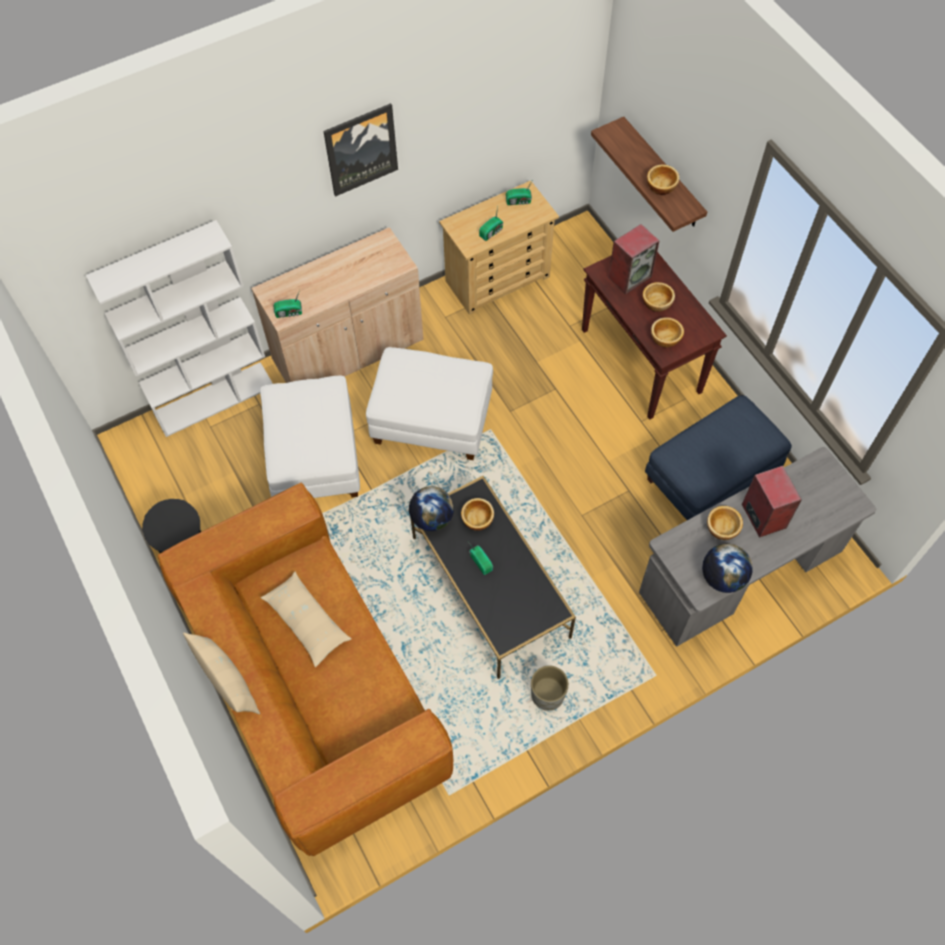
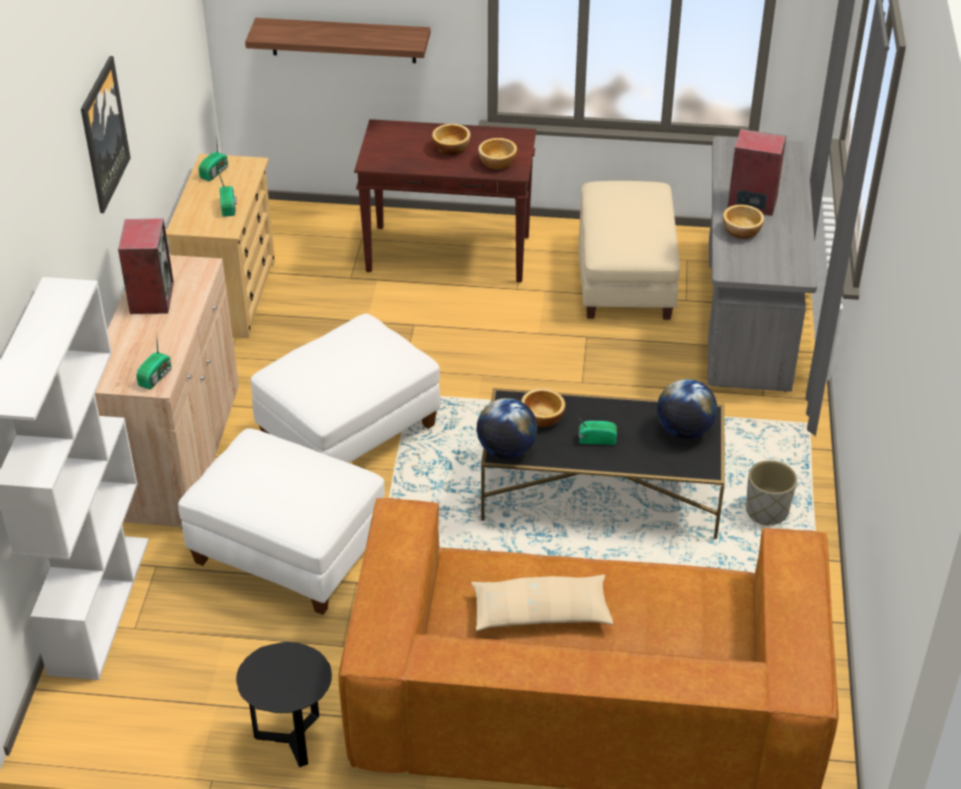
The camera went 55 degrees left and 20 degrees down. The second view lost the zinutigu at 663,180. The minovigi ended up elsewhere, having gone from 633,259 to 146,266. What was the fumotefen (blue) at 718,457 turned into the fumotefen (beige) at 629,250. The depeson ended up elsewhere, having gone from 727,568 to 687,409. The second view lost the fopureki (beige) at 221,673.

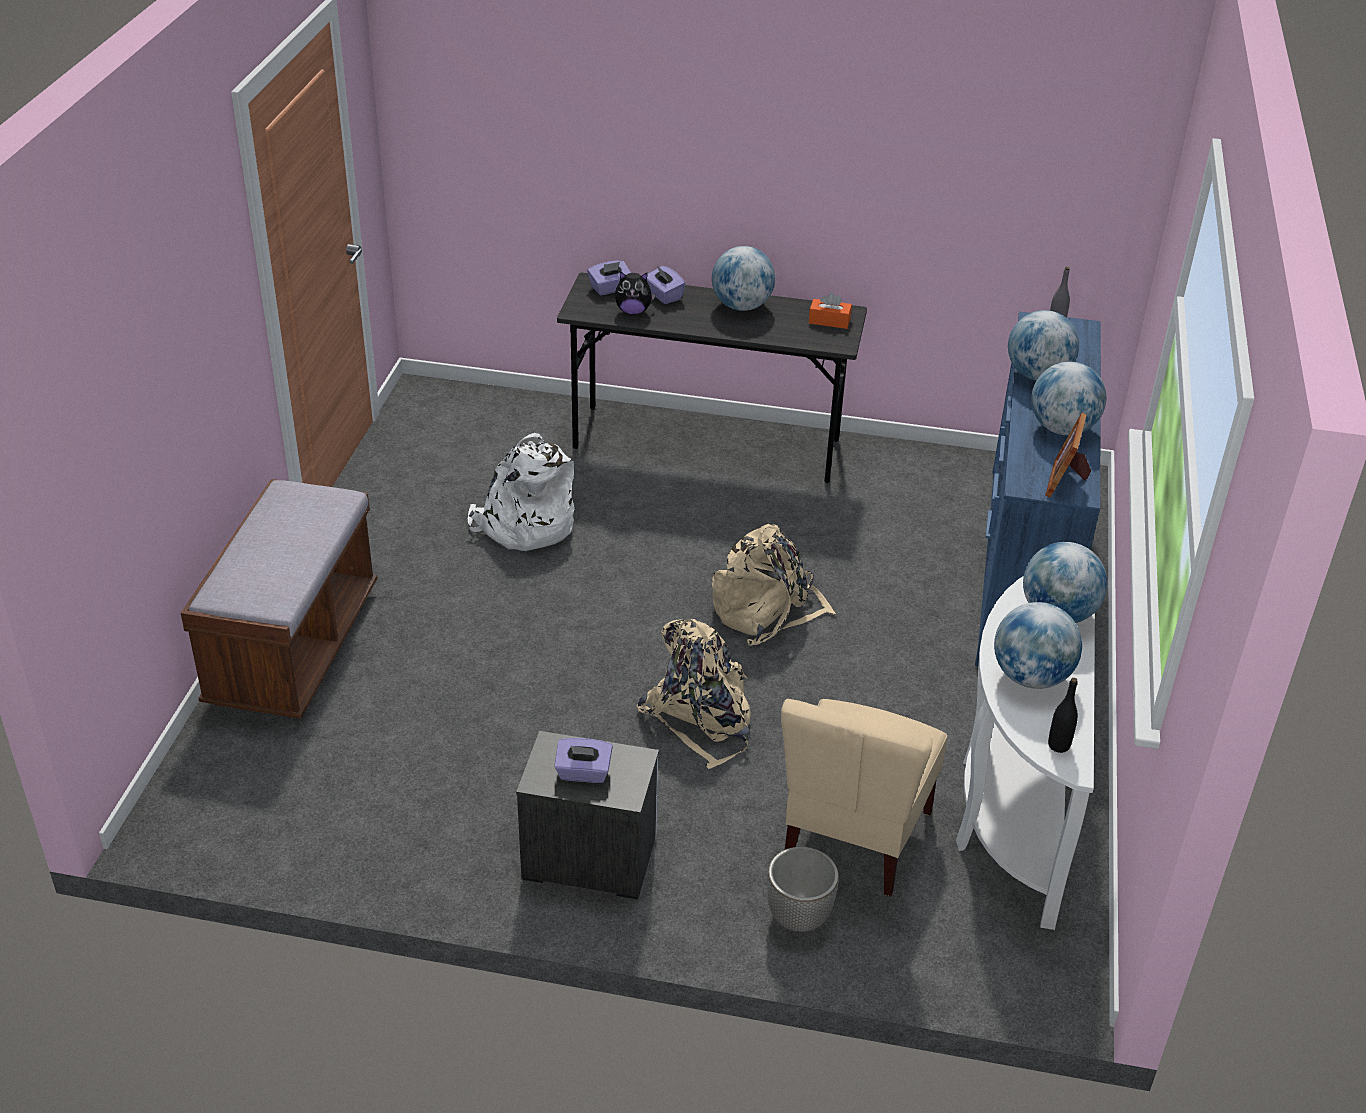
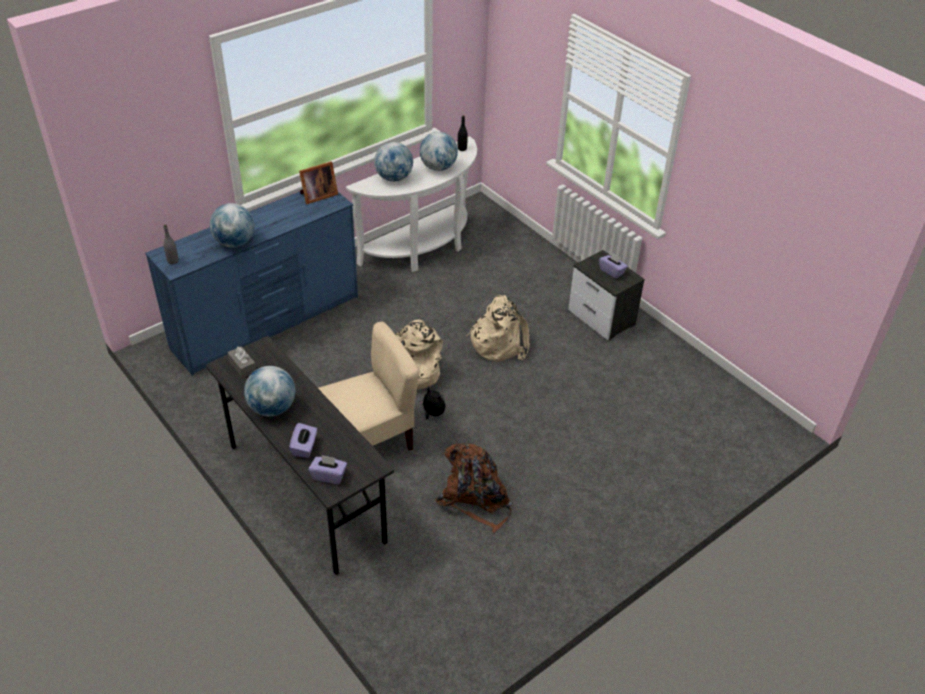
The camera went 140 degrees left and 5 degrees up. The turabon ended up elsewhere, having gone from 635,293 to 432,403. What was the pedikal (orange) at 830,310 turned into the pedikal (grey) at 241,362. The second view lost the depeson at 1068,398. What was the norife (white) at 521,492 turned into the norife (brown) at 474,488. The second view lost the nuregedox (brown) at 279,599. The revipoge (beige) ended up elsewhere, having gone from 864,797 to 368,386. The second view lost the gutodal at 803,889.

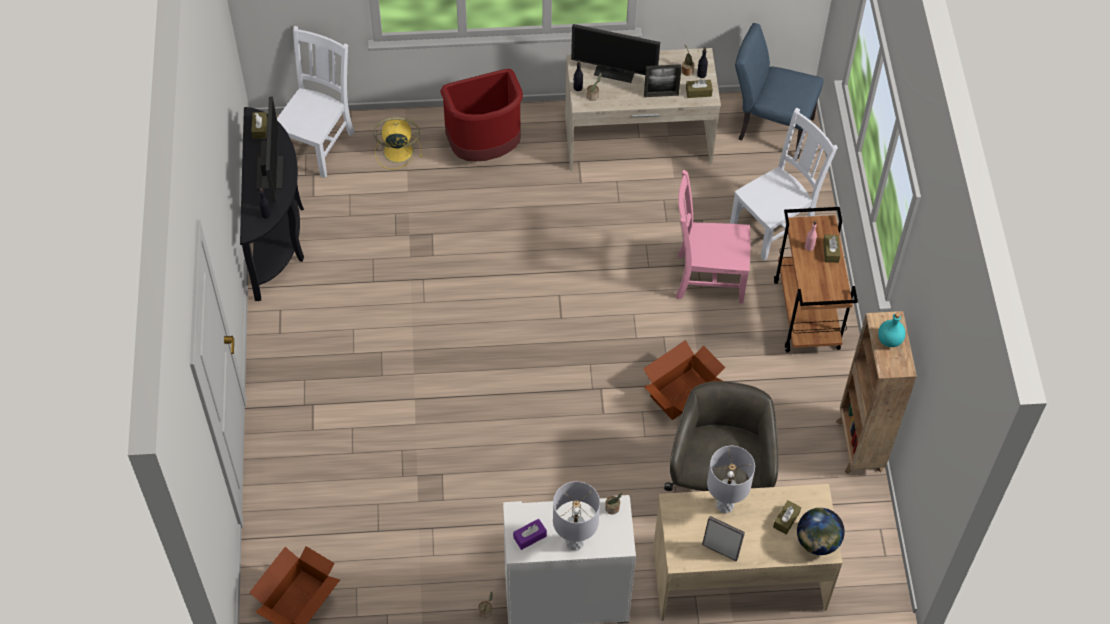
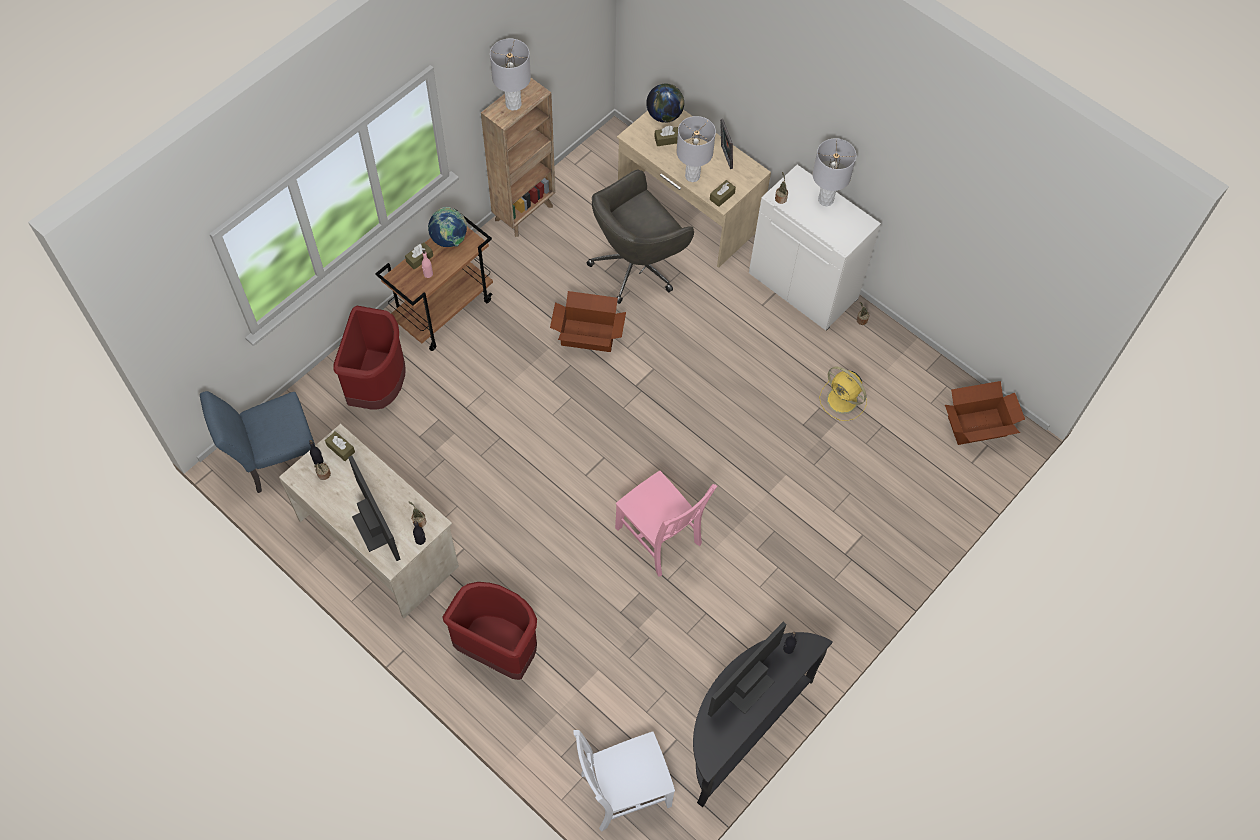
The camera went 135 degrees left and 5 degrees up. The revipoge (blue) at 779,91 ended up facing another way, 90 degrees clockwise from before. The second view lost the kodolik at 663,80. Where the revipoge (white) stood at 784,184, the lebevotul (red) came to stand at 369,357. The pedikal (brown) ended up elsewhere, having gone from 259,125 to 723,193. The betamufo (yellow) ended up elsewhere, having gone from 398,143 to 843,394. The revipoge (pink) ended up elsewhere, having gone from 713,237 to 666,524. Where the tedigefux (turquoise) stood at 892,330, the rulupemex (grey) came to stand at 510,75. The second view lost the pedikal (purple) at 530,534. The second view gained the depeson at 447,227.

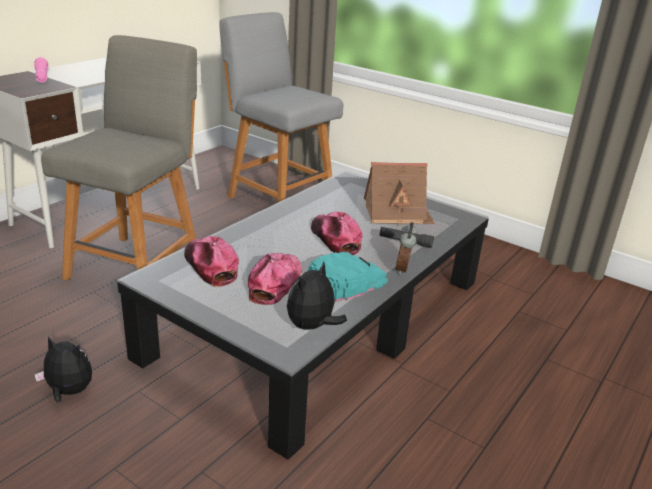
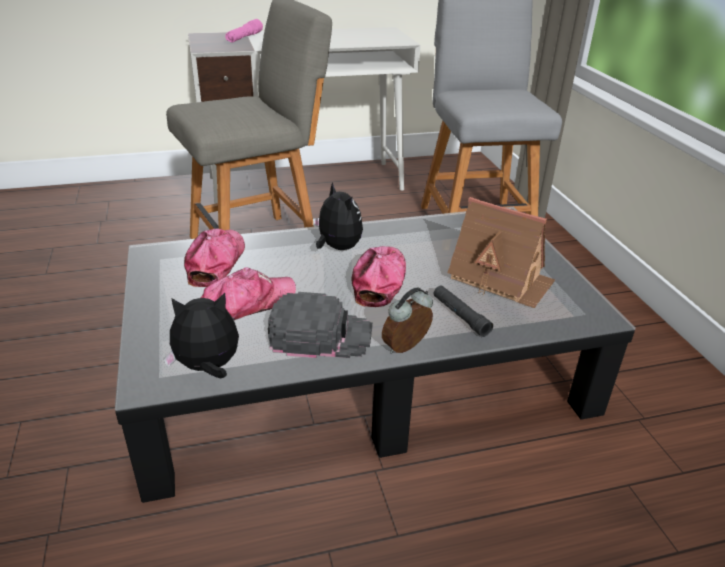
The camera went 40 degrees right and 5 degrees up. What was the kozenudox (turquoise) at 348,277 turned into the kozenudox (black) at 320,325. The turabon ended up elsewhere, having gone from 63,369 to 338,216.

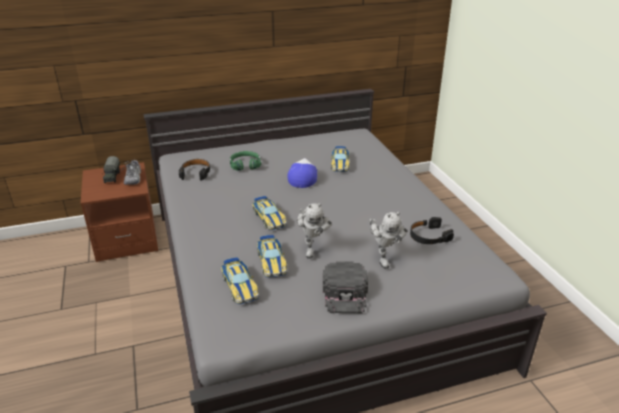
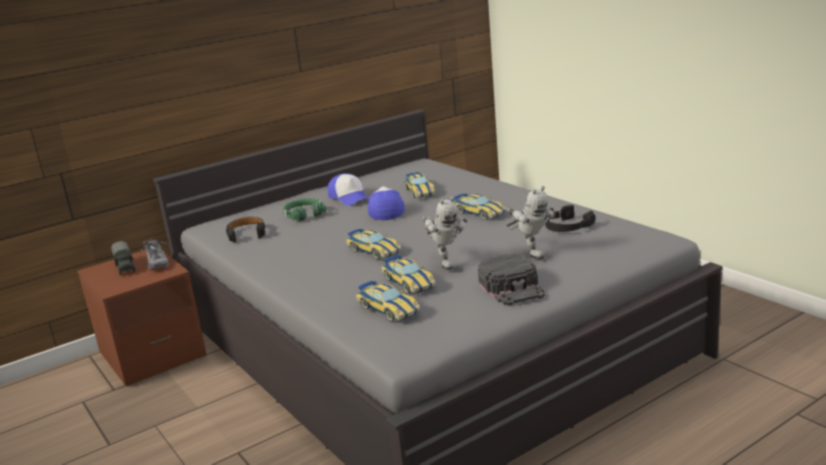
The camera went 15 degrees left and 10 degrees down. The second view gained the kozenudox at 348,190. The second view gained the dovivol at 480,207.

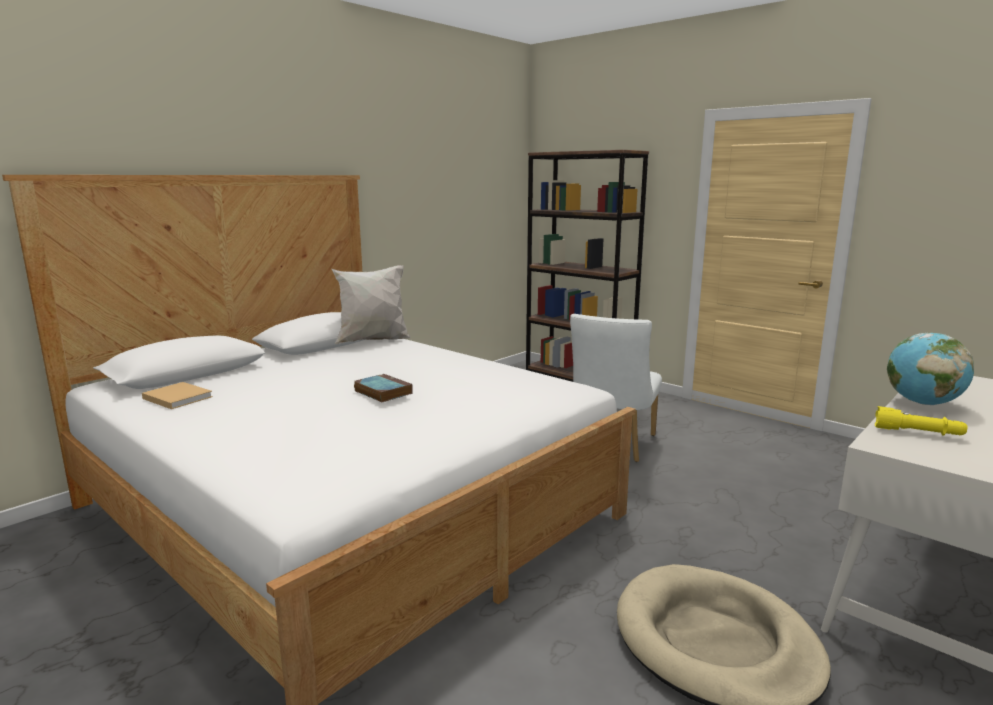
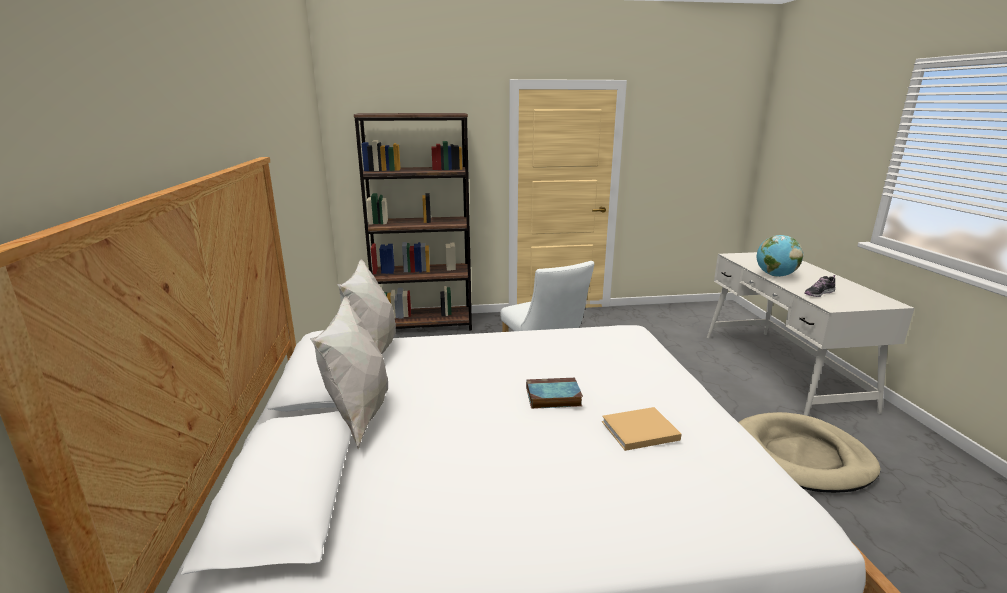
The camera went 50 degrees left and 5 degrees up. The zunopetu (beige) ended up elsewhere, having gone from 177,395 to 641,429. Where the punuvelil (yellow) stood at 921,421, the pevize came to stand at 819,286. The second view gained the fopureki (white) at 349,373.

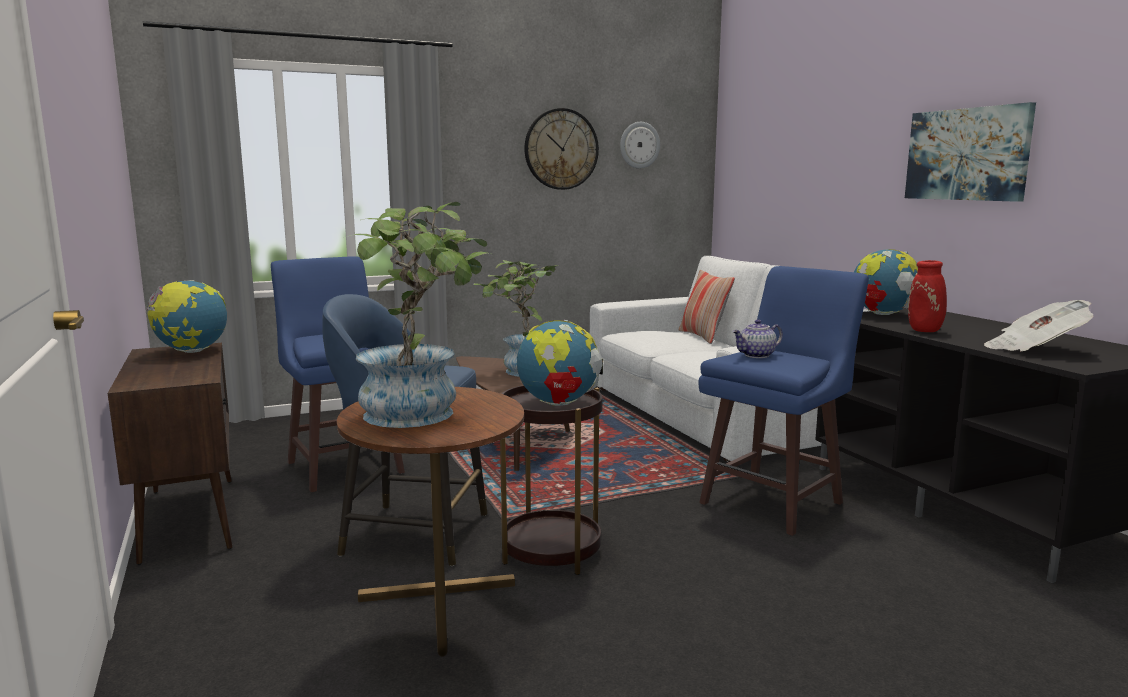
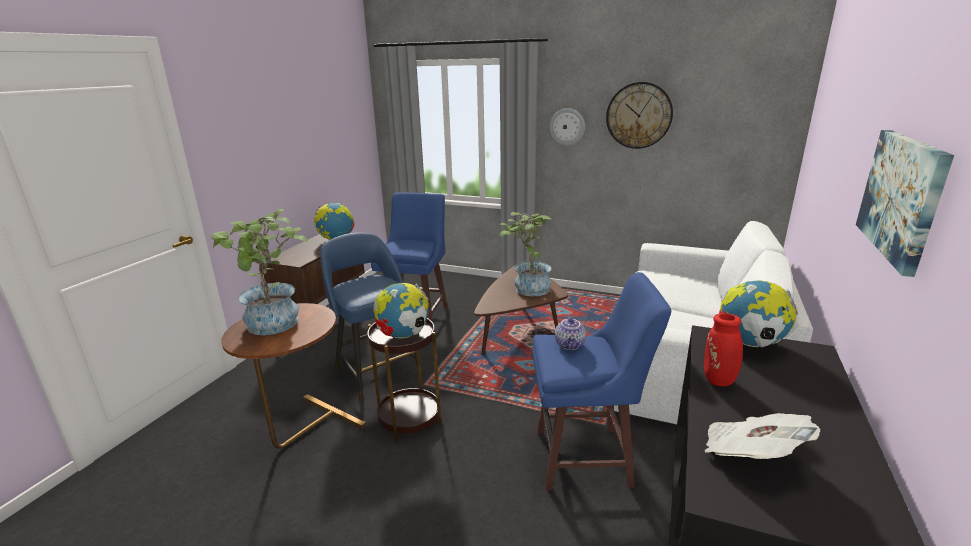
The camera went 45 degrees right and 10 degrees up. The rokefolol ended up elsewhere, having gone from 640,145 to 567,127. The second view lost the fopureki at 707,307. The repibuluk at 757,339 ended up facing another way, 105 degrees counterclockwise from before.

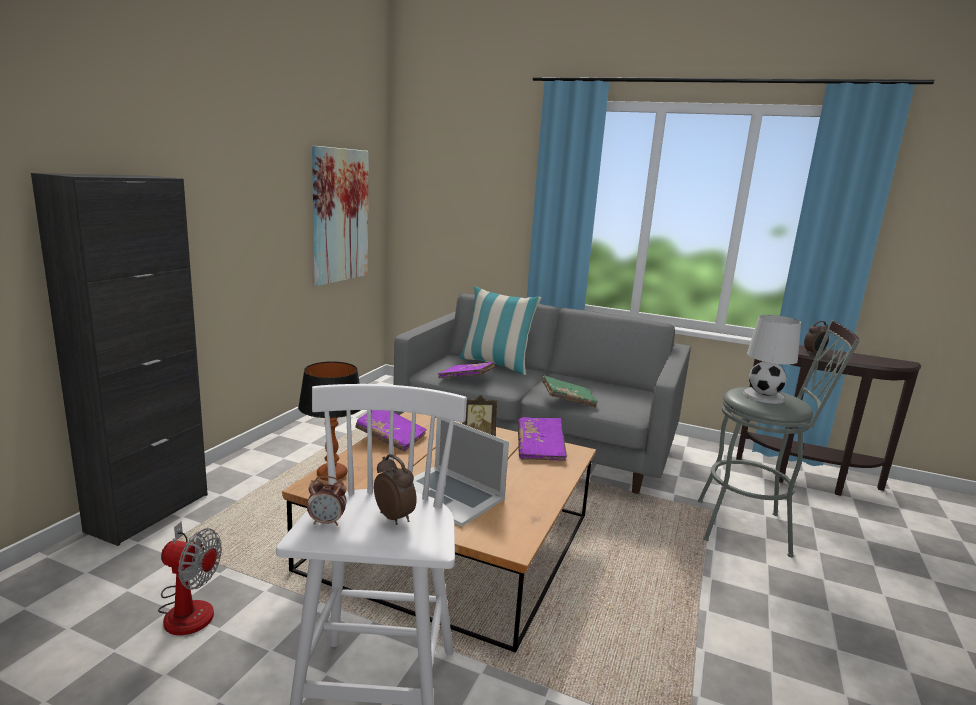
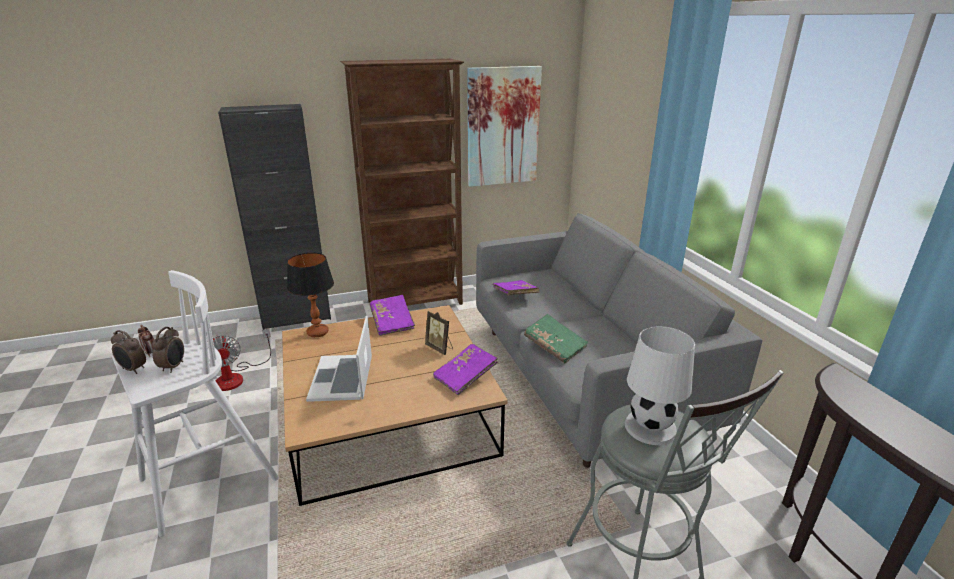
The camera went 50 degrees right and 10 degrees up. The second view lost the fopureki at 500,331. The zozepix ended up elsewhere, having gone from 816,338 to 128,352. The second view gained the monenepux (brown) at 402,182.

